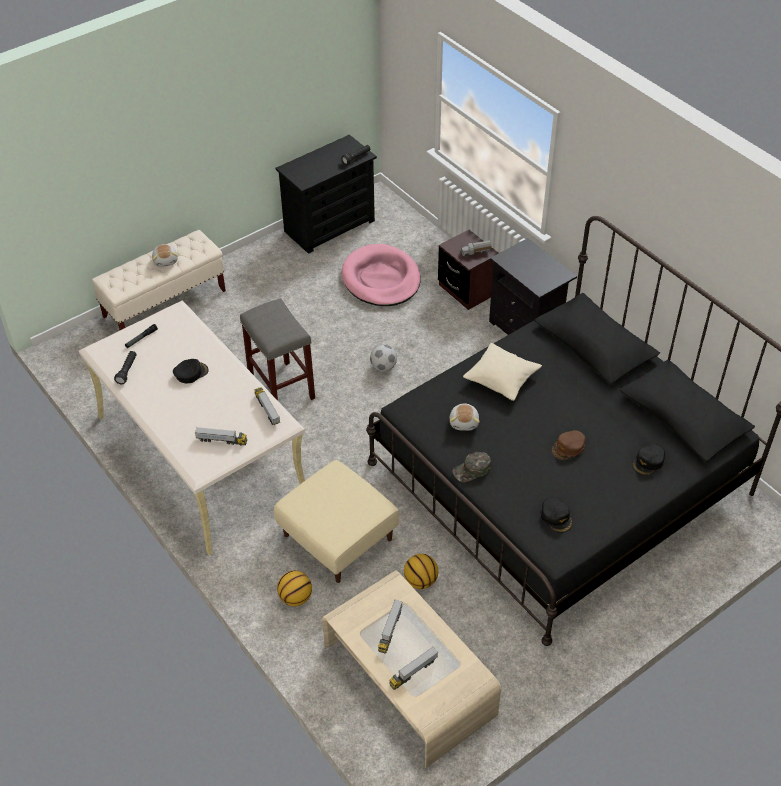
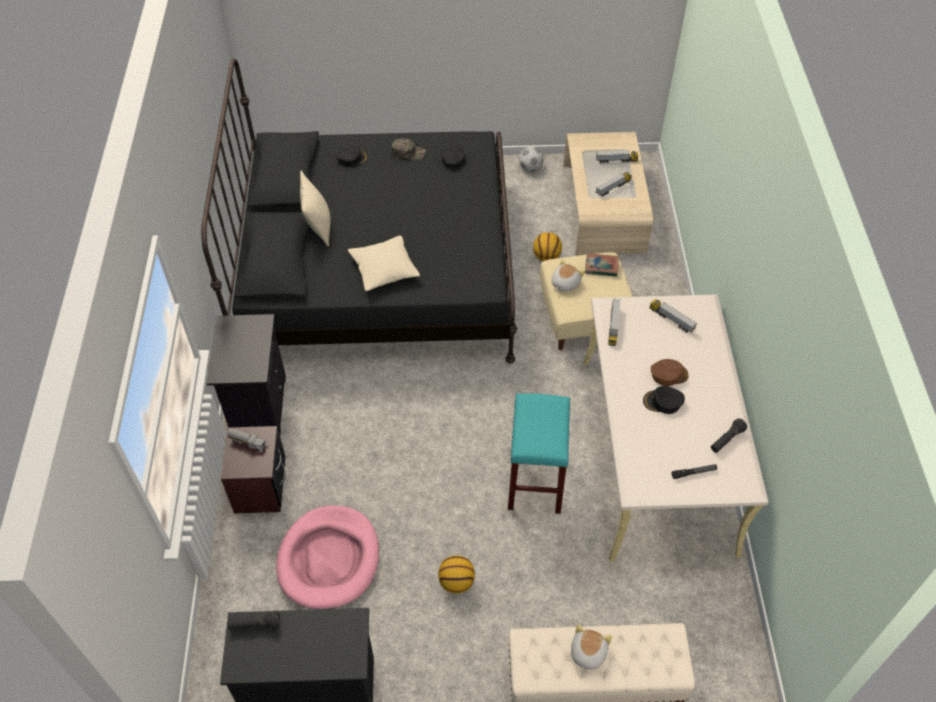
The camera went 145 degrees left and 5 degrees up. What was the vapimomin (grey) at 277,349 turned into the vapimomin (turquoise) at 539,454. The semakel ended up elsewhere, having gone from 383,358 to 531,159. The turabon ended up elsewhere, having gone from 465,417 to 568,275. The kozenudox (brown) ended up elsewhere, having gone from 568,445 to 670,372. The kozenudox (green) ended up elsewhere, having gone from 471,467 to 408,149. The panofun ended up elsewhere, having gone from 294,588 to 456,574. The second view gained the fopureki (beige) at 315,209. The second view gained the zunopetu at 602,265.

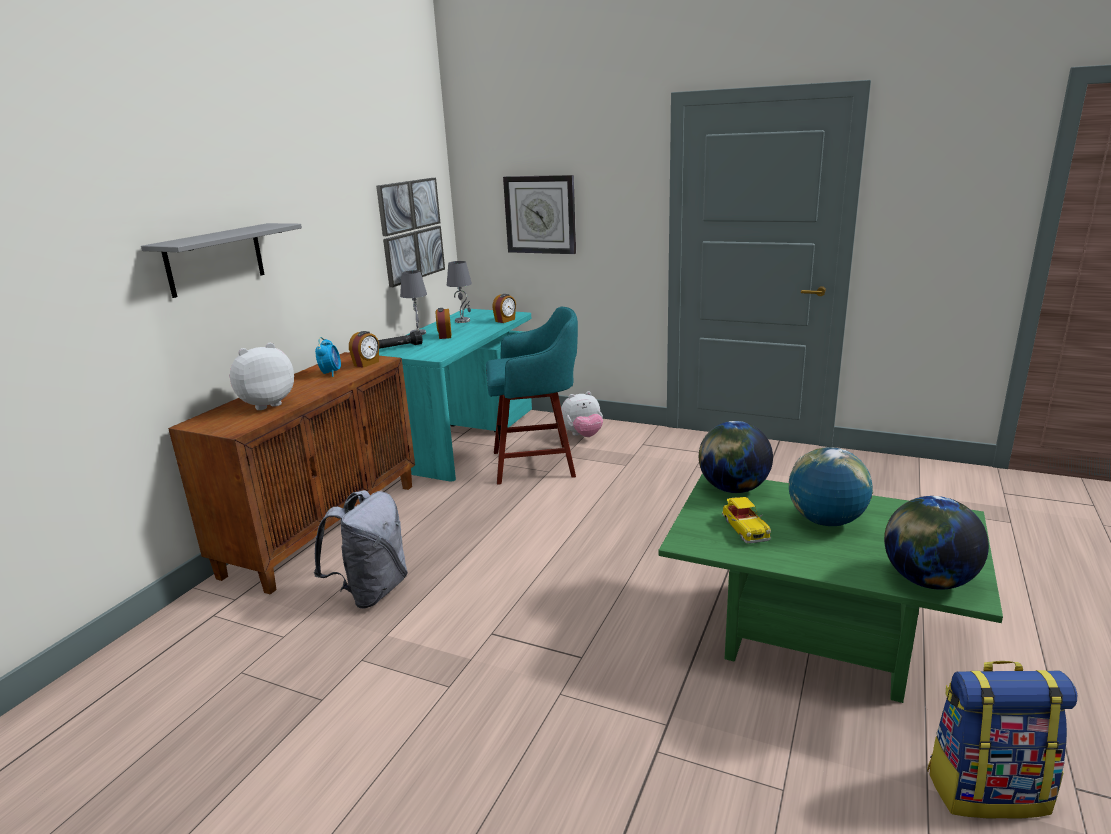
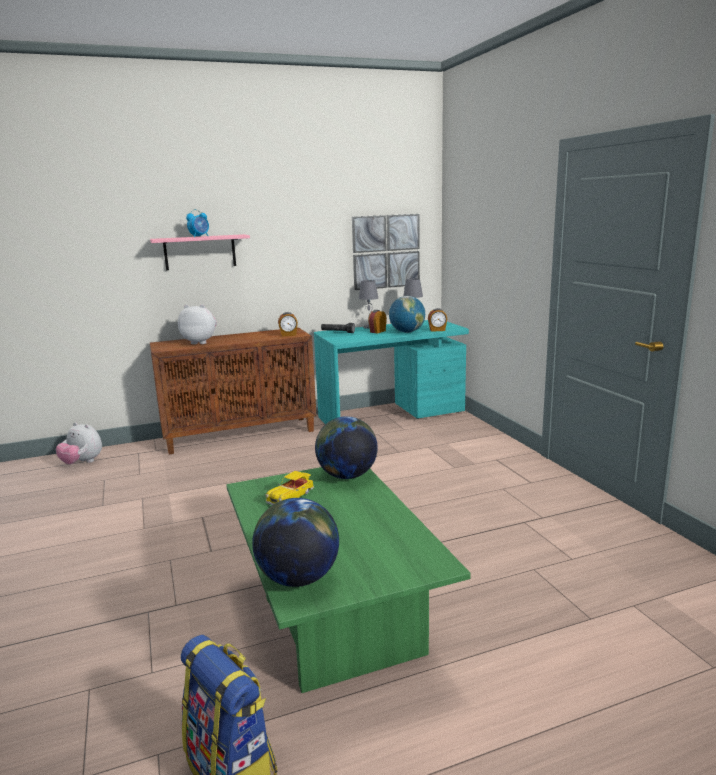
The camera went 45 degrees right and 5 degrees down. The second view lost the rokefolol at 539,214. What was the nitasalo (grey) at 221,260 turned into the nitasalo (pink) at 200,252. The second view lost the vapimomin (turquoise) at 532,396. The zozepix ended up elsewhere, having gone from 328,357 to 197,223. The turabon ended up elsewhere, having gone from 582,414 to 79,443. The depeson ended up elsewhere, having gone from 831,486 to 407,314. The second view lost the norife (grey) at 361,549.

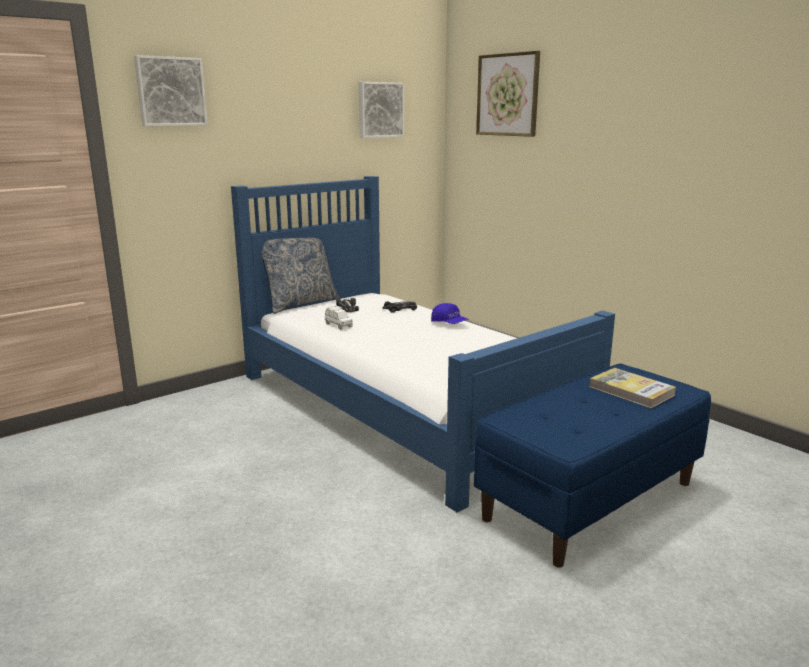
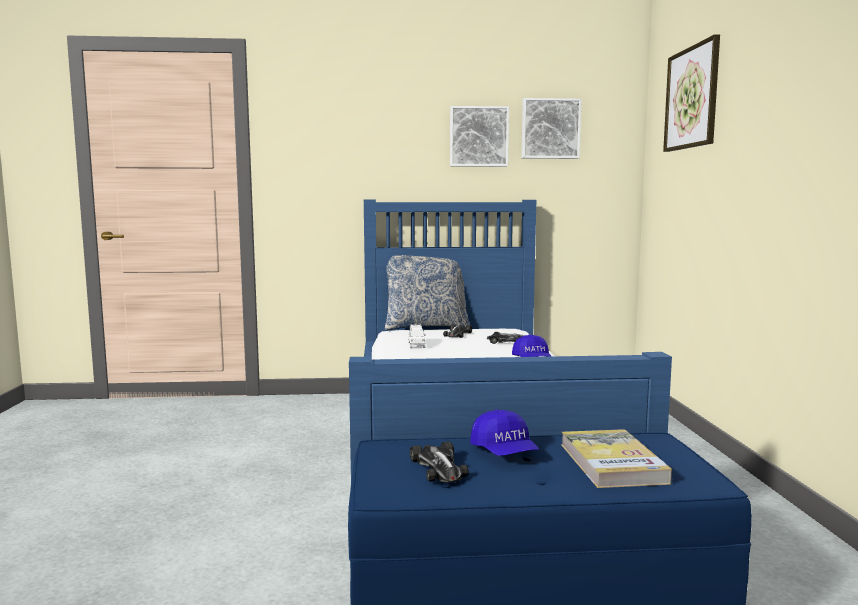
The camera went 35 degrees right and 10 degrees down. The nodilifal ended up elsewhere, having gone from 171,90 to 479,136. The second view gained the kozenudox (blue) at 504,432. The second view gained the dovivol at 439,462.

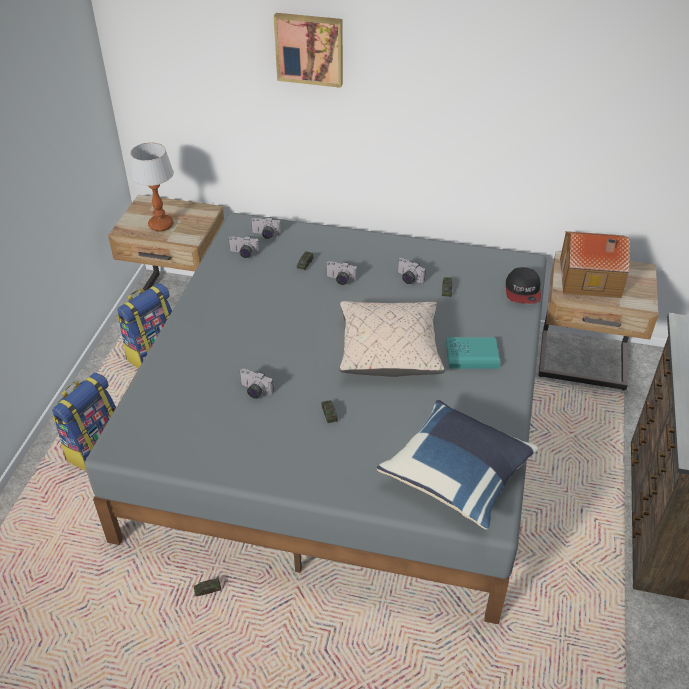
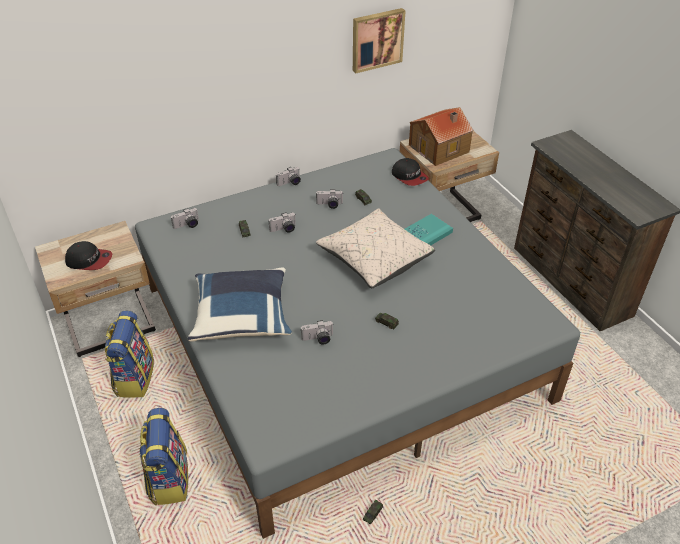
The camera went 40 degrees left and 0 degrees up. The nodilifal ended up elsewhere, having gone from 308,50 to 379,40. Where the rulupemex stood at 152,186, the kozenudox came to stand at 88,255. The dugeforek ended up elsewhere, having gone from 243,247 to 288,176. The fopureki (blue) ended up elsewhere, having gone from 458,465 to 240,304.

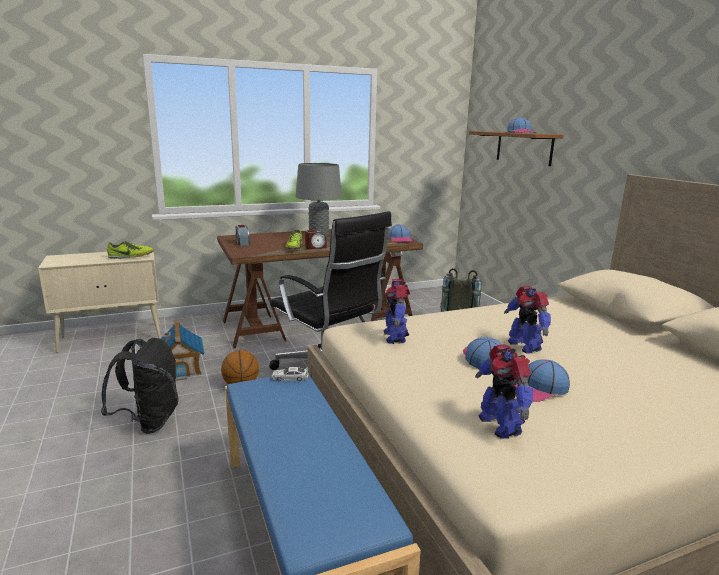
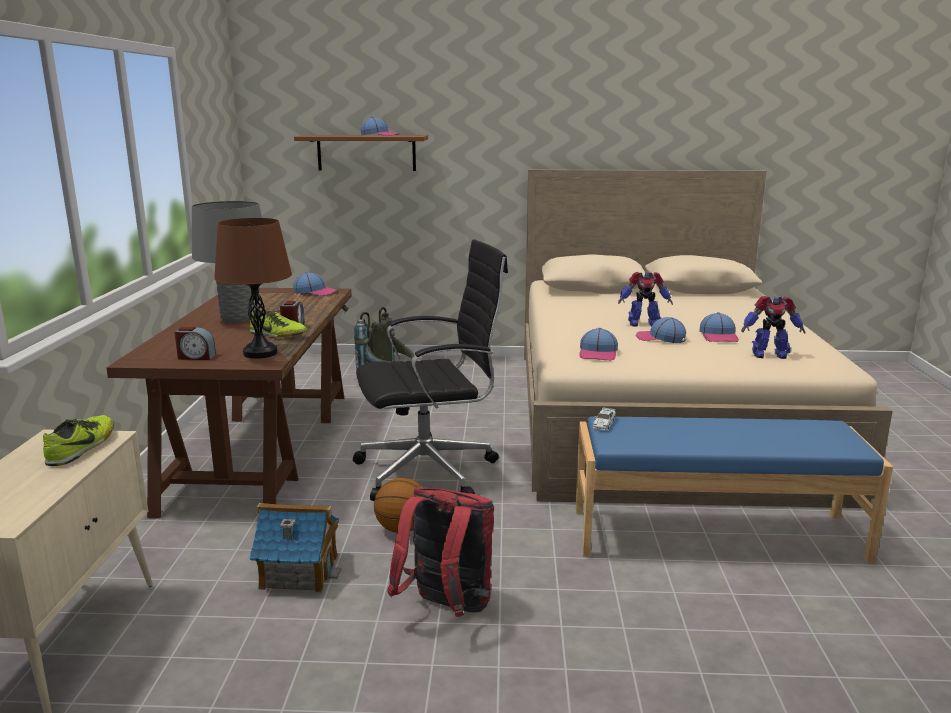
The camera went 65 degrees left and 0 degrees up. Where the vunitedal stood at 397,311, the kozenudox came to stand at 599,344. What was the norife (black) at 140,386 turned into the norife (red) at 440,552. The second view gained the rulupemex (brown) at 253,288.

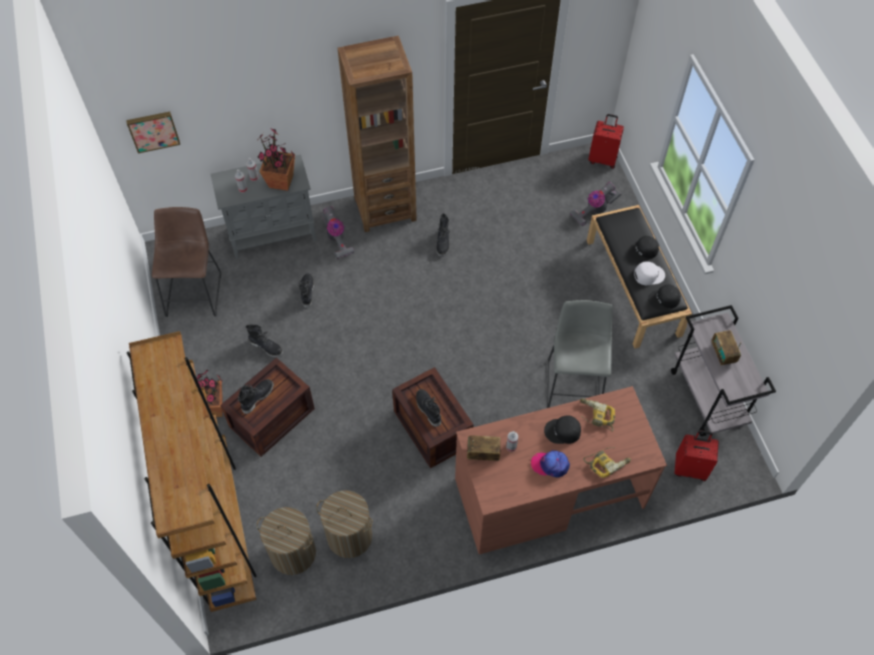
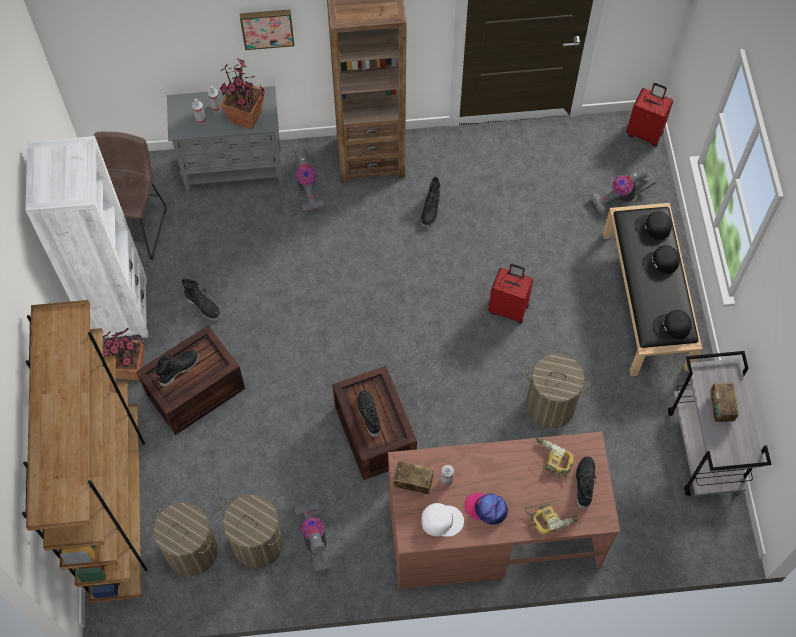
The camera went 10 degrees right and 5 degrees up. The nodilifal ended up elsewhere, having gone from 153,133 to 267,29. The kozenudox (white) ended up elsewhere, having gone from 649,273 to 442,519. The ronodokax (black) ended up elsewhere, having gone from 306,290 to 586,482. Where the vapimomin (grey) stood at 580,354, the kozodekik came to stand at 558,391. The kozenudox (black) ended up elsewhere, having gone from 562,429 to 653,225. The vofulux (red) ended up elsewhere, having gone from 696,455 to 510,294. The second view gained the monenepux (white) at 87,237. The second view gained the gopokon at 312,536.

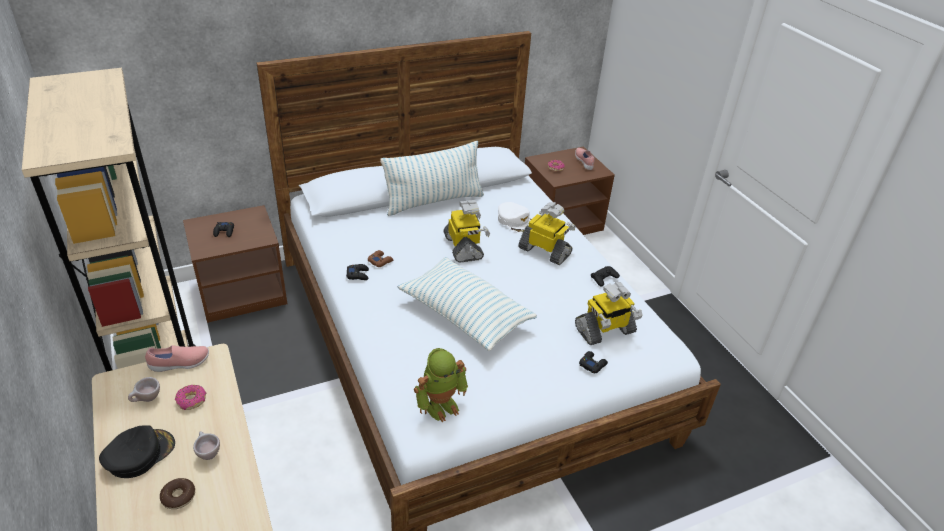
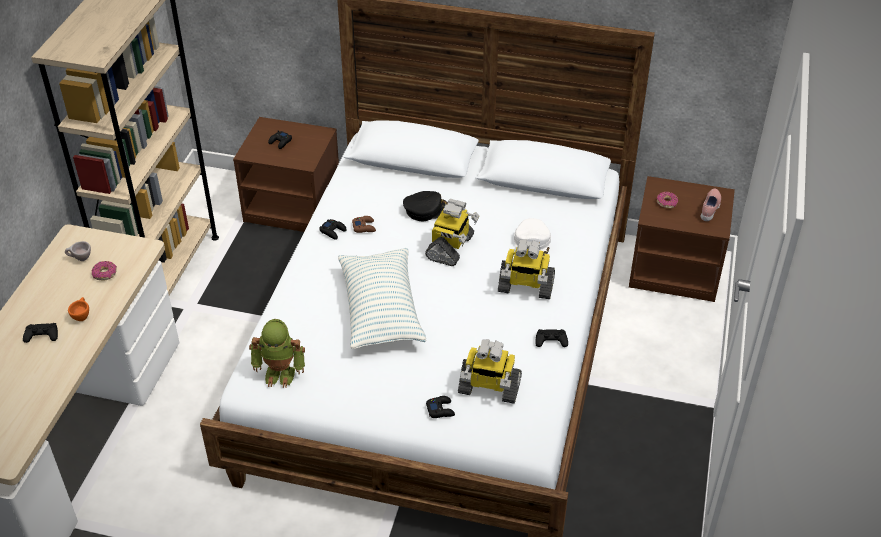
The camera went 40 degrees right and 5 degrees up. The second view lost the fopureki at 432,178. The vunitedal at 547,233 ended up facing another way, 120 degrees clockwise from before. The second view lost the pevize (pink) at 177,358. The kozenudox (black) ended up elsewhere, having gone from 137,452 to 425,206. What was the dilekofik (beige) at 206,445 turned into the dilekofik (orange) at 78,309. Where the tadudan stood at 177,493, the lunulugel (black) came to stand at 40,333.

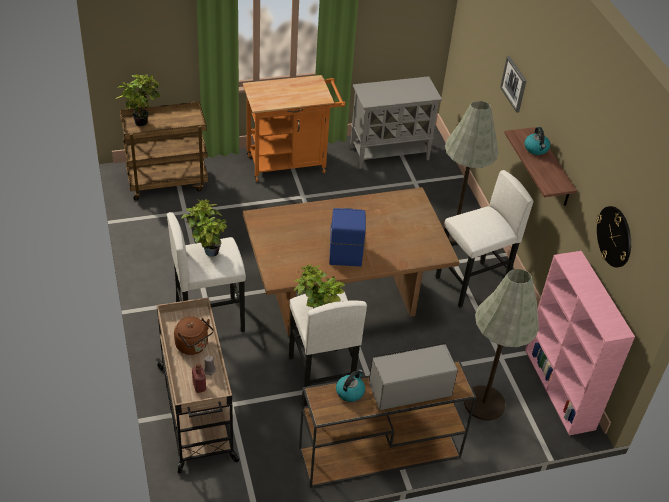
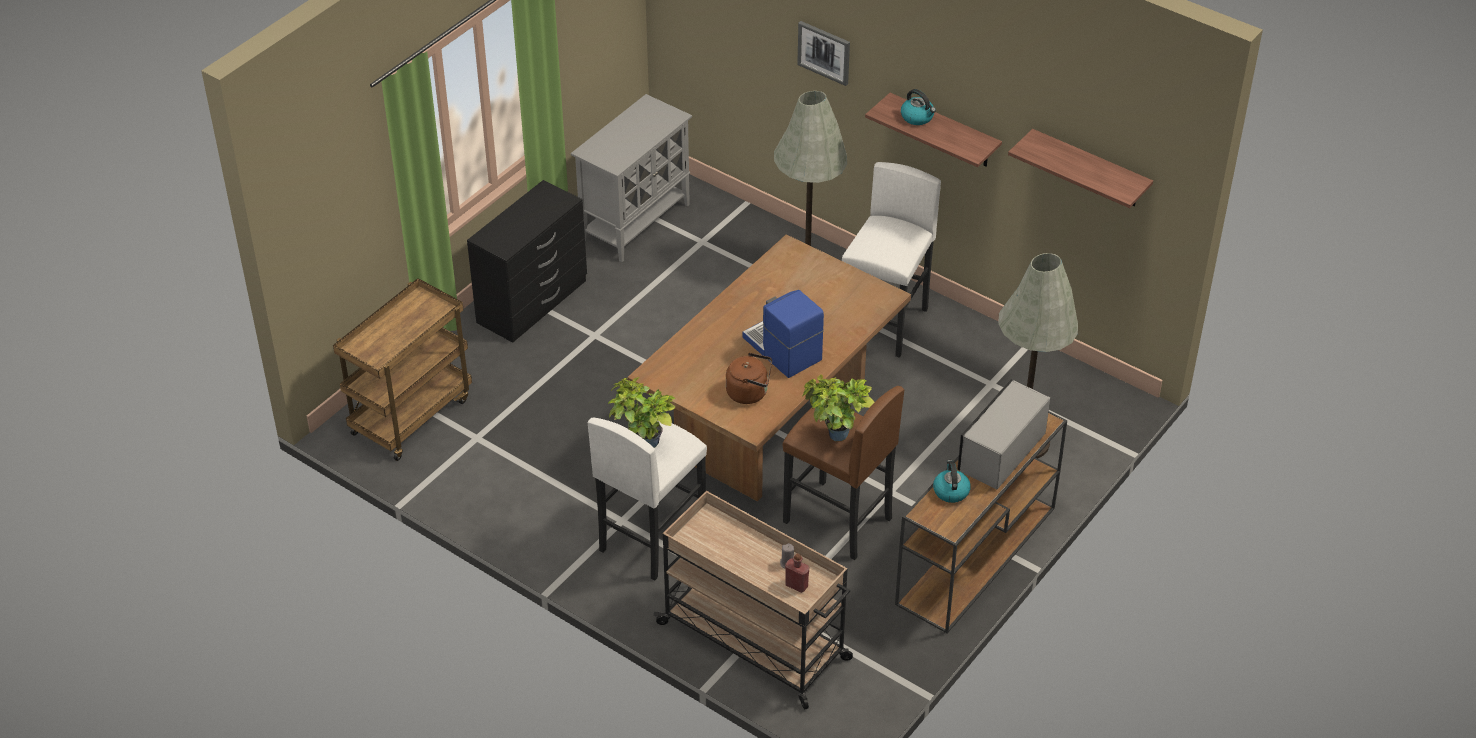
The camera went 35 degrees left and 0 degrees up. The second view lost the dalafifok at 138,100. Where the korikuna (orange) stood at 294,128, the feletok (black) came to stand at 527,261. Where the rokefolol hung at 613,237, the nitasalo came to hang at 1080,168. The second view lost the monenepux (pink) at 580,343. What was the vapimomin (white) at 328,348 turned into the vapimomin (brown) at 843,473. The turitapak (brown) ended up elsewhere, having gone from 194,336 to 749,378.

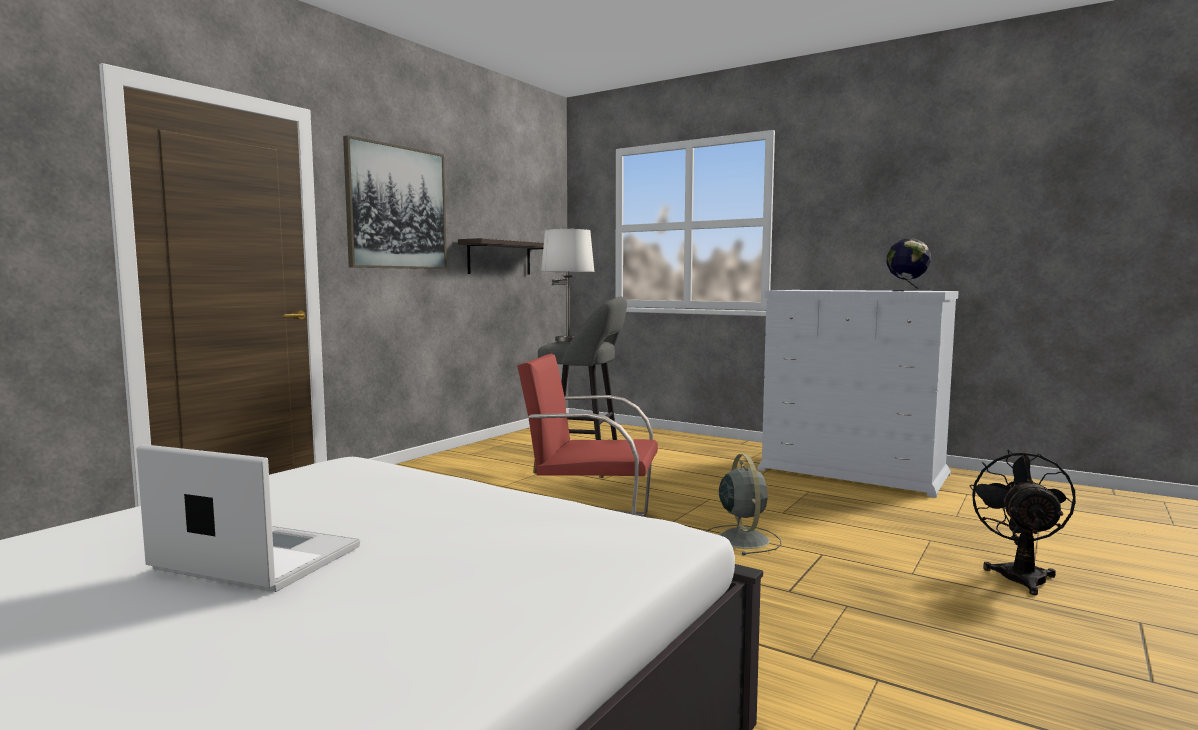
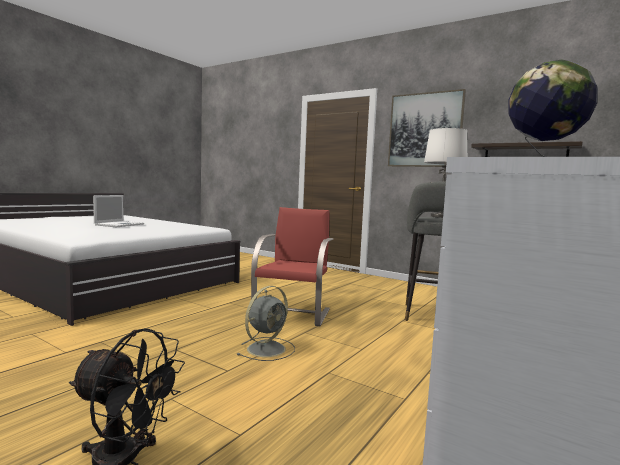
The camera went 90 degrees right and 0 degrees up. The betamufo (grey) at 743,504 ended up facing another way, 45 degrees counterclockwise from before.

